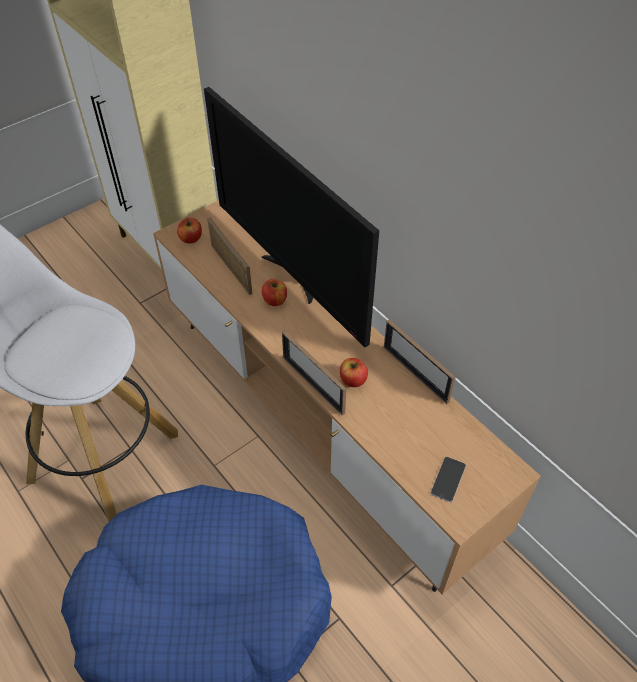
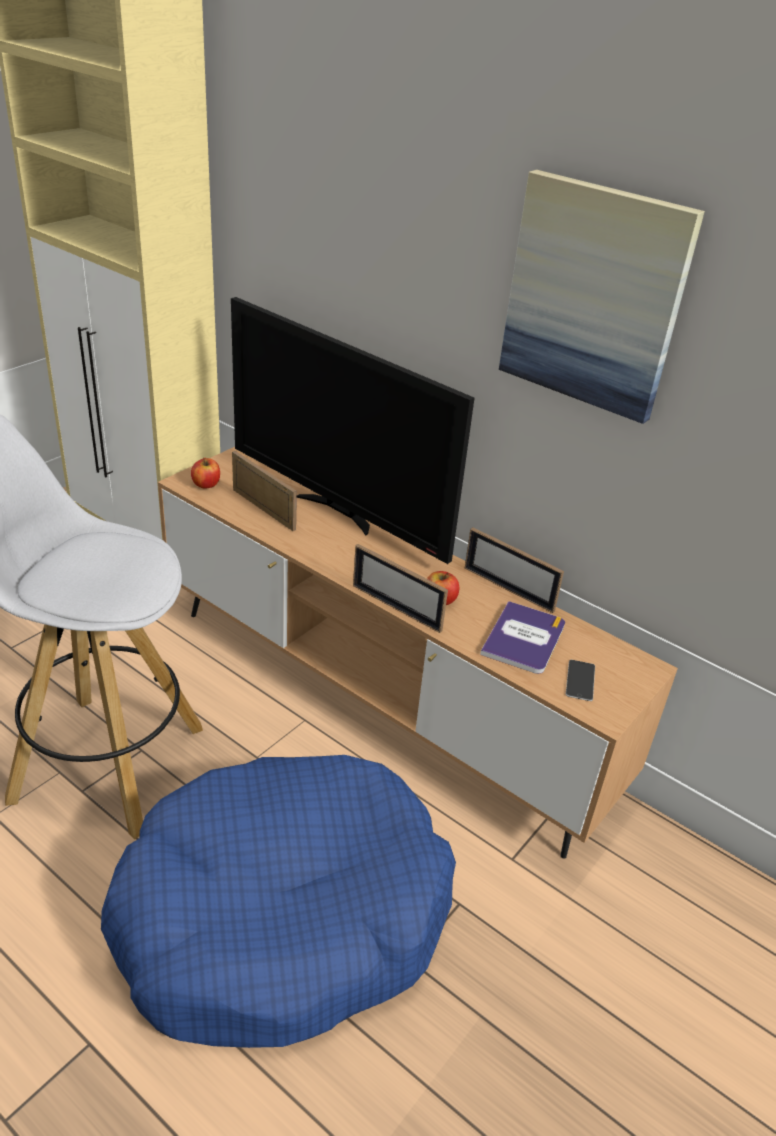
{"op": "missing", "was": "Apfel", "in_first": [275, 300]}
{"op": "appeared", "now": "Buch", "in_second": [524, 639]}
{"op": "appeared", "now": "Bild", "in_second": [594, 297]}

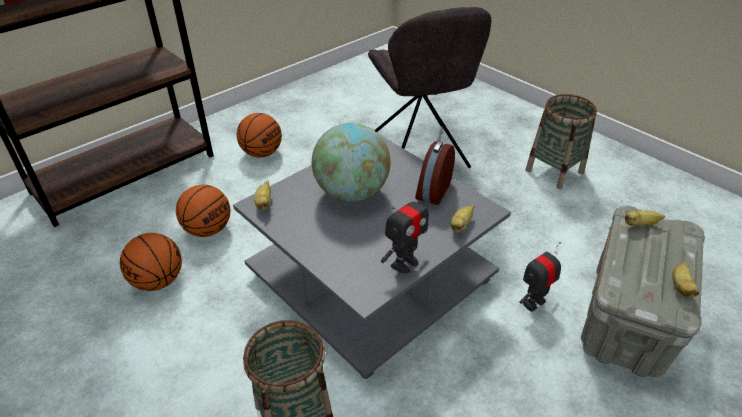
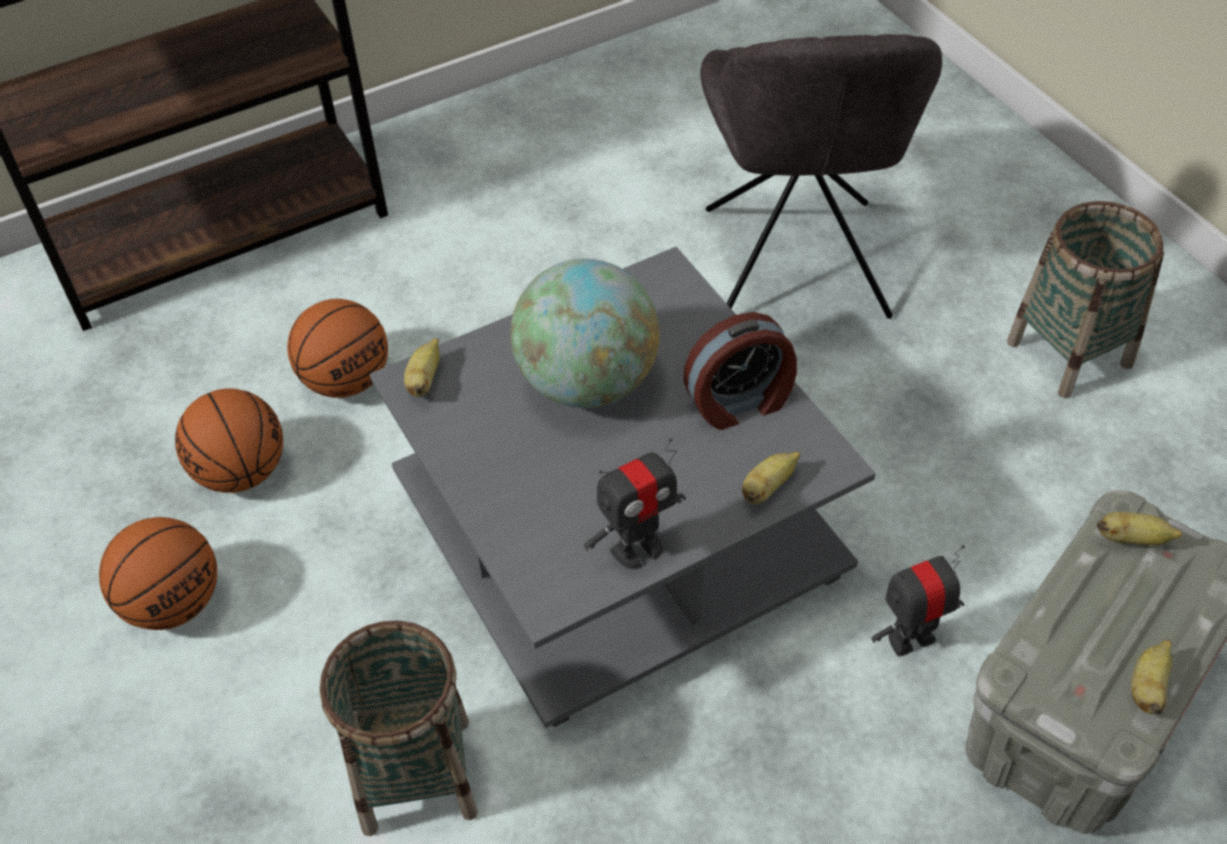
{"op": "relocated", "was": "Basketball", "in_first": [261, 153], "in_second": [173, 603]}
{"op": "spun", "was": "Wecker", "in_first": [432, 191], "in_second": [740, 403], "clockwise": -150}

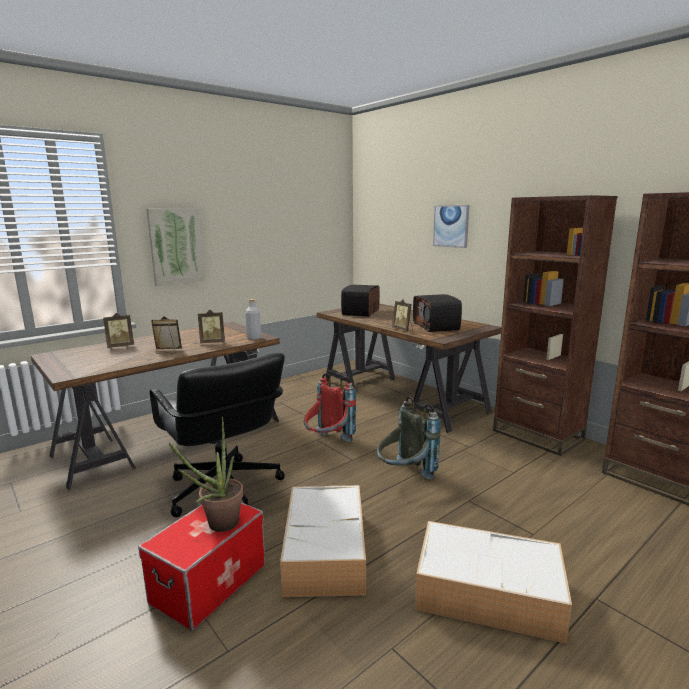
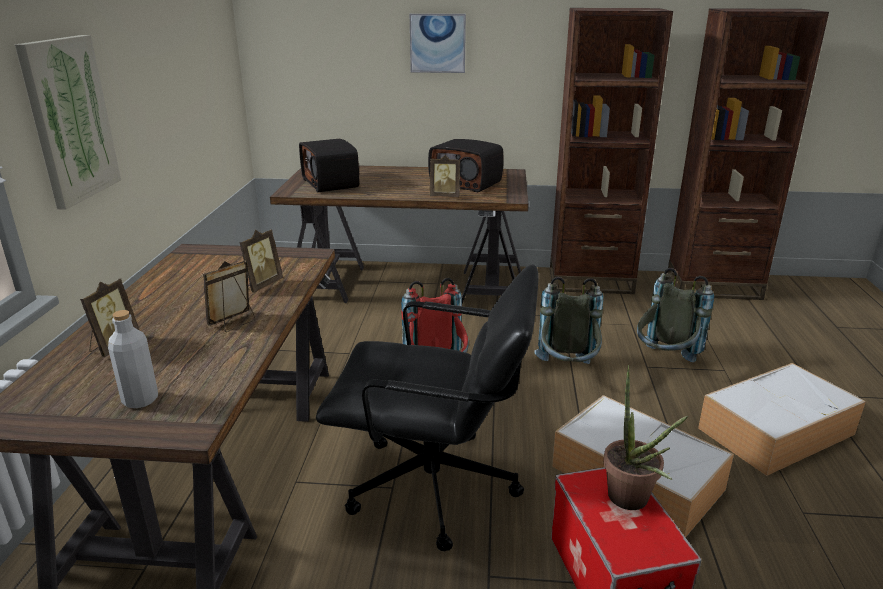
{"op": "relocated", "was": "Flasche (grau)", "in_first": [254, 338], "in_second": [140, 400]}
{"op": "appeared", "now": "Rucksack (grau)", "in_second": [664, 362]}

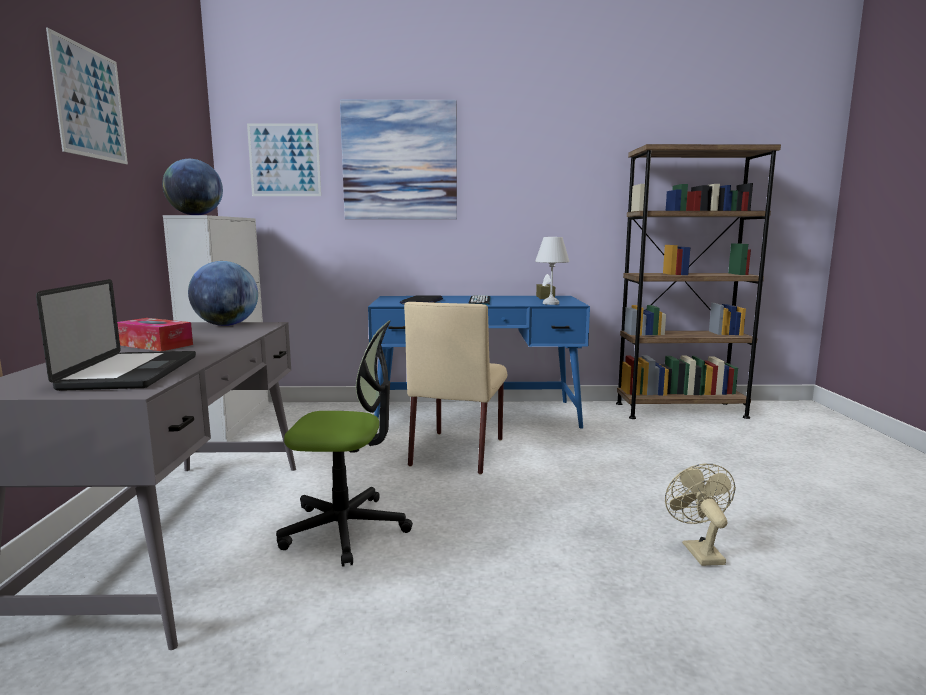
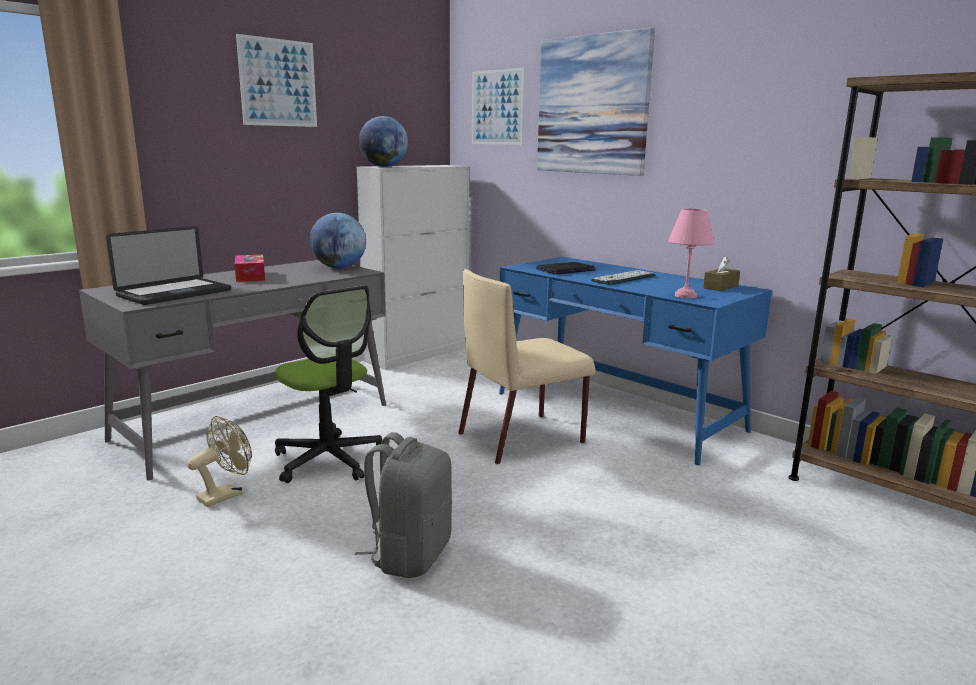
{"op": "colour", "was": "Tischlampe (weiß)", "now": "Tischlampe (rosa)", "in_first": [550, 303], "in_second": [685, 295]}
{"op": "relocated", "was": "Ventilator (beige)", "in_first": [698, 550], "in_second": [226, 494]}
{"op": "appeared", "now": "Rucksack (grau)", "in_second": [410, 555]}

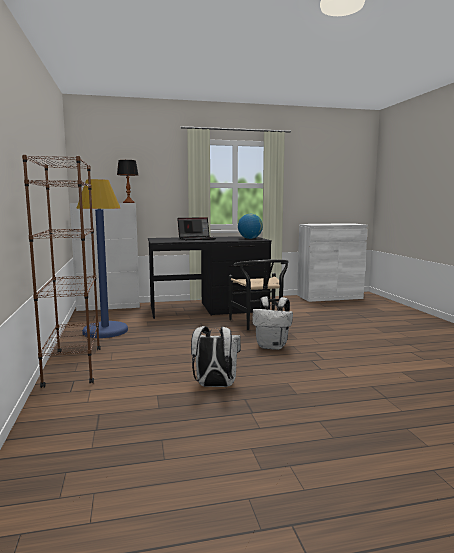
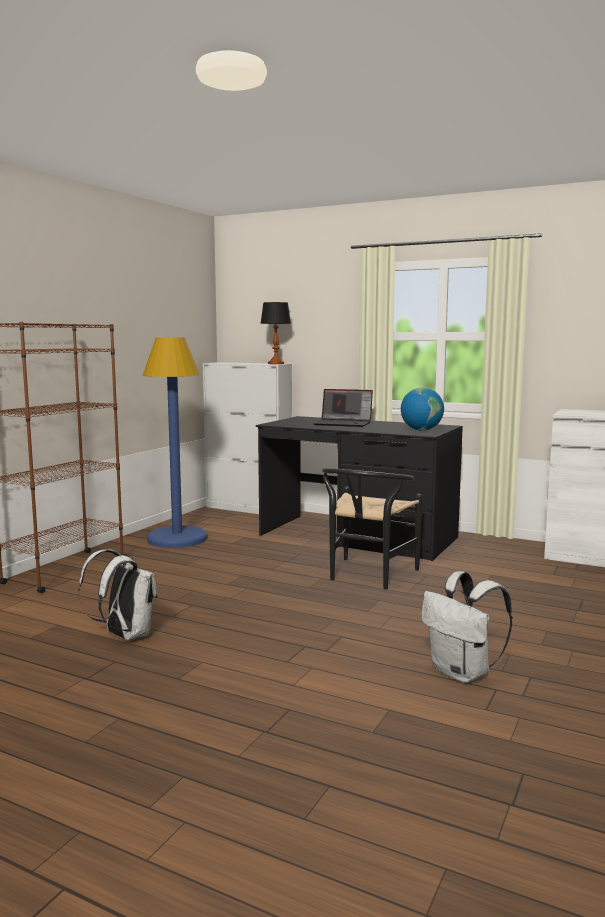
{"op": "relocated", "was": "Rucksack (weiß)", "in_first": [272, 346], "in_second": [463, 673]}

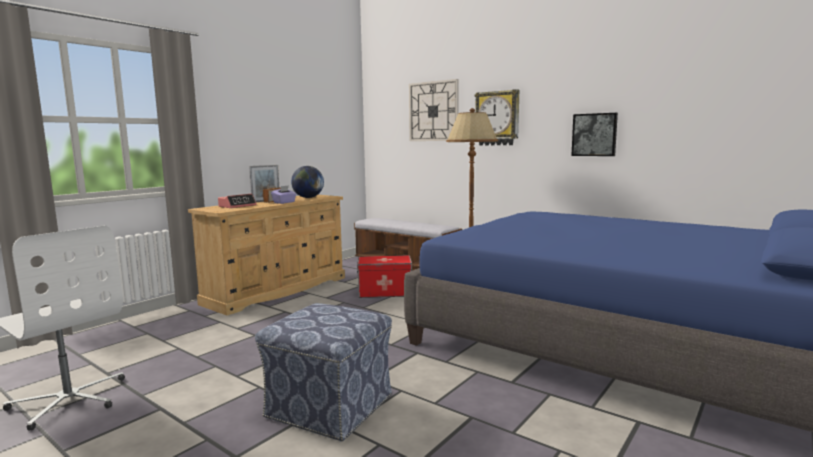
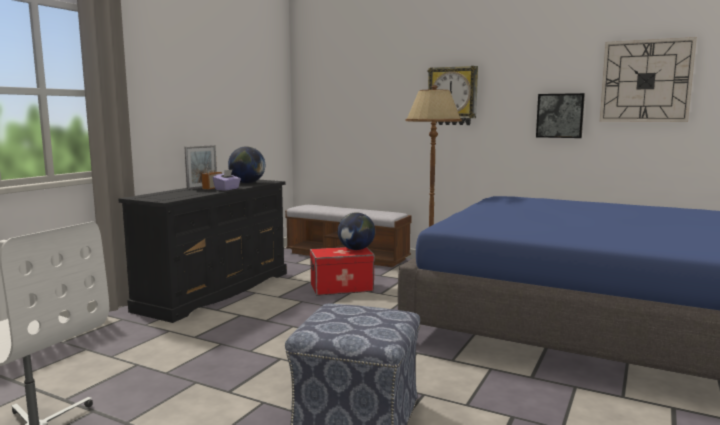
{"op": "colour", "was": "Kommode (beige)", "now": "Kommode (schwarz)", "in_first": [278, 290], "in_second": [216, 290]}
{"op": "missing", "was": "Wecker", "in_first": [237, 206]}
{"op": "relocated", "was": "Wanduhr", "in_first": [433, 111], "in_second": [645, 81]}
{"op": "appeared", "now": "Globus", "in_second": [356, 249]}

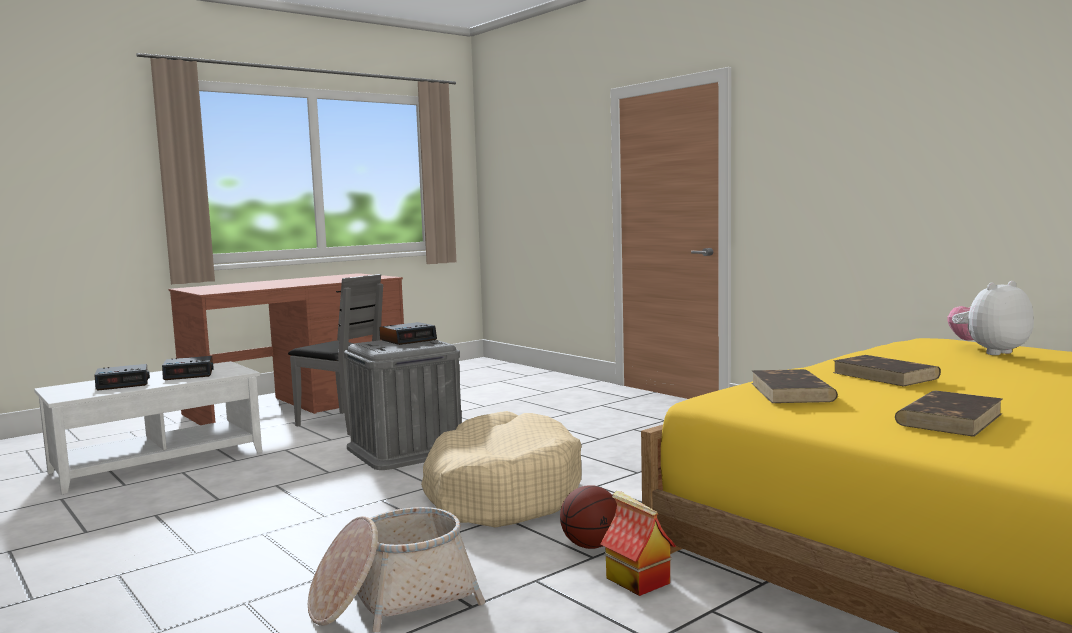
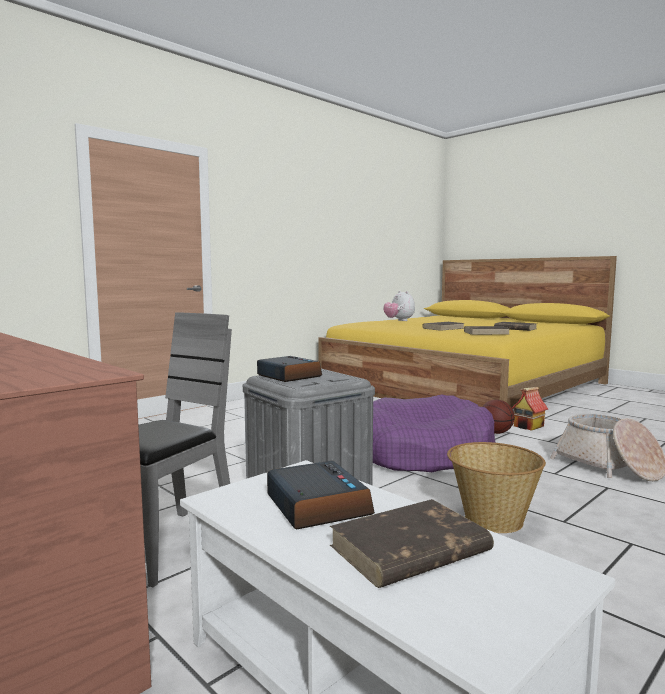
{"op": "exchanged", "was": "Wecker", "now": "Buch (braun)", "in_first": [123, 383], "in_second": [409, 550]}
{"op": "colour", "was": "Hundebett (beige)", "now": "Hundebett (lila)", "in_first": [502, 493], "in_second": [422, 452]}
{"op": "appeared", "now": "Korb", "in_second": [492, 519]}

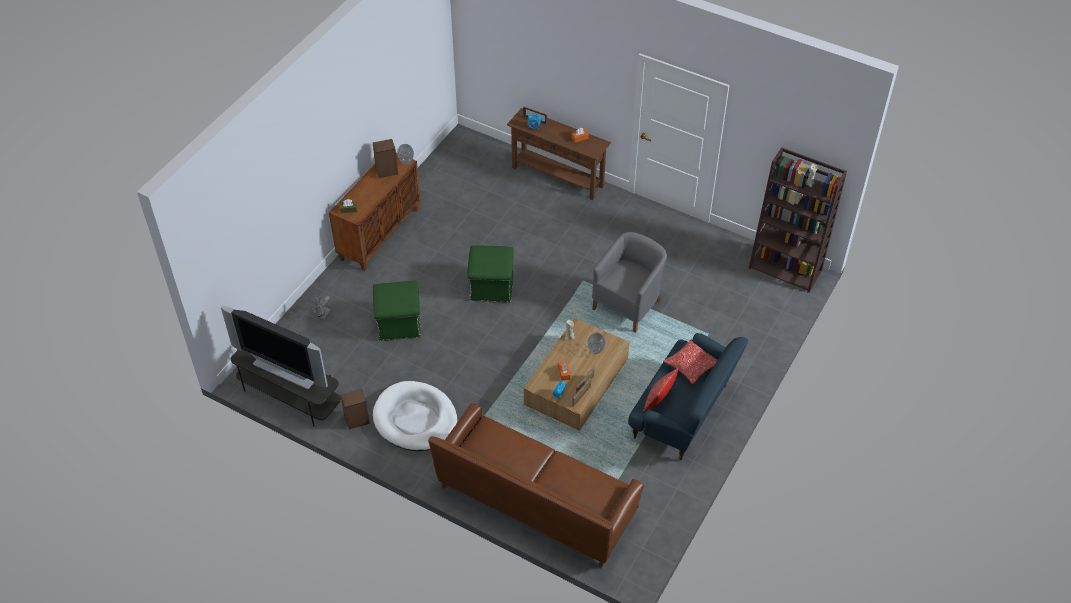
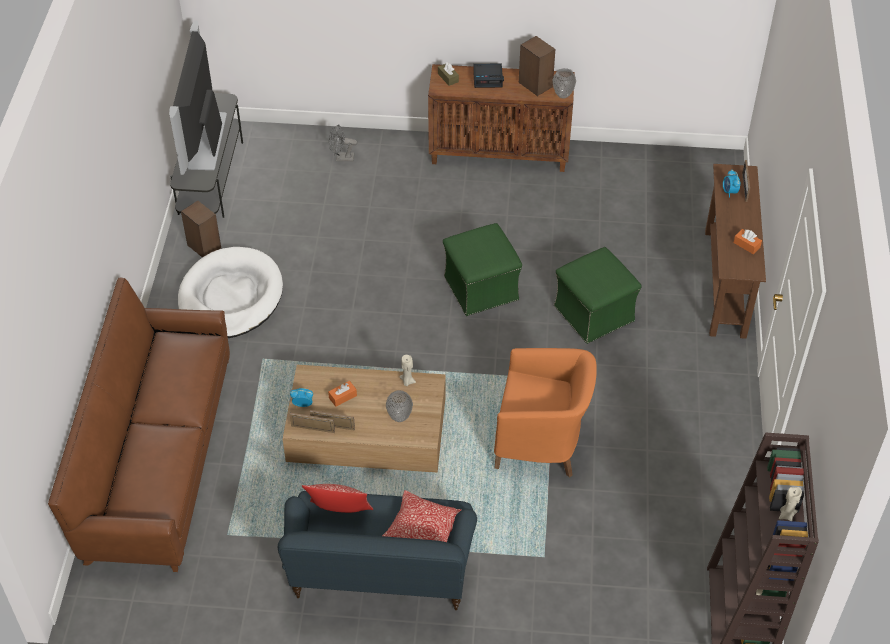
{"op": "relocated", "was": "Polsterhocker (grün)", "in_first": [399, 323], "in_second": [594, 314]}
{"op": "colour", "was": "Sessel (grau)", "now": "Sessel (orange)", "in_first": [628, 304], "in_second": [541, 443]}
{"op": "appeared", "now": "Wecker", "in_second": [488, 78]}

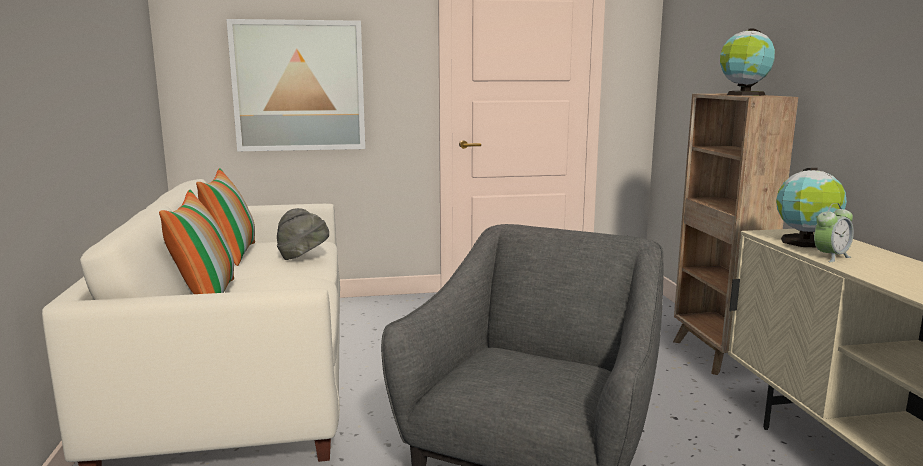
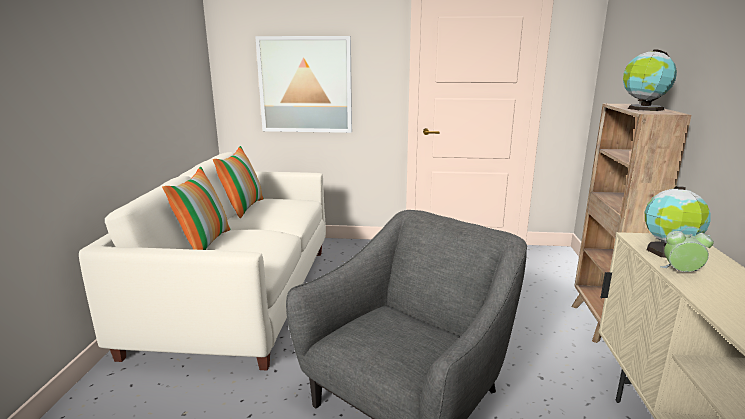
{"op": "missing", "was": "Hut (grau)", "in_first": [303, 257]}
{"op": "spun", "was": "Wecker", "in_first": [830, 257], "in_second": [681, 272], "clockwise": -150}

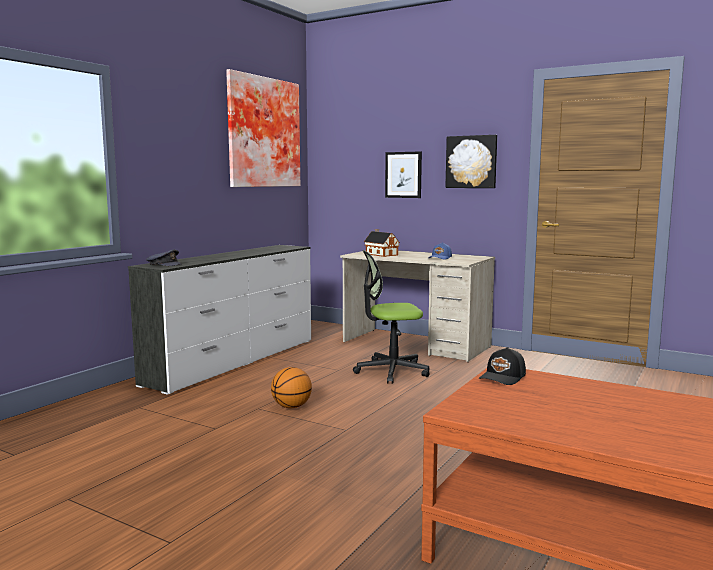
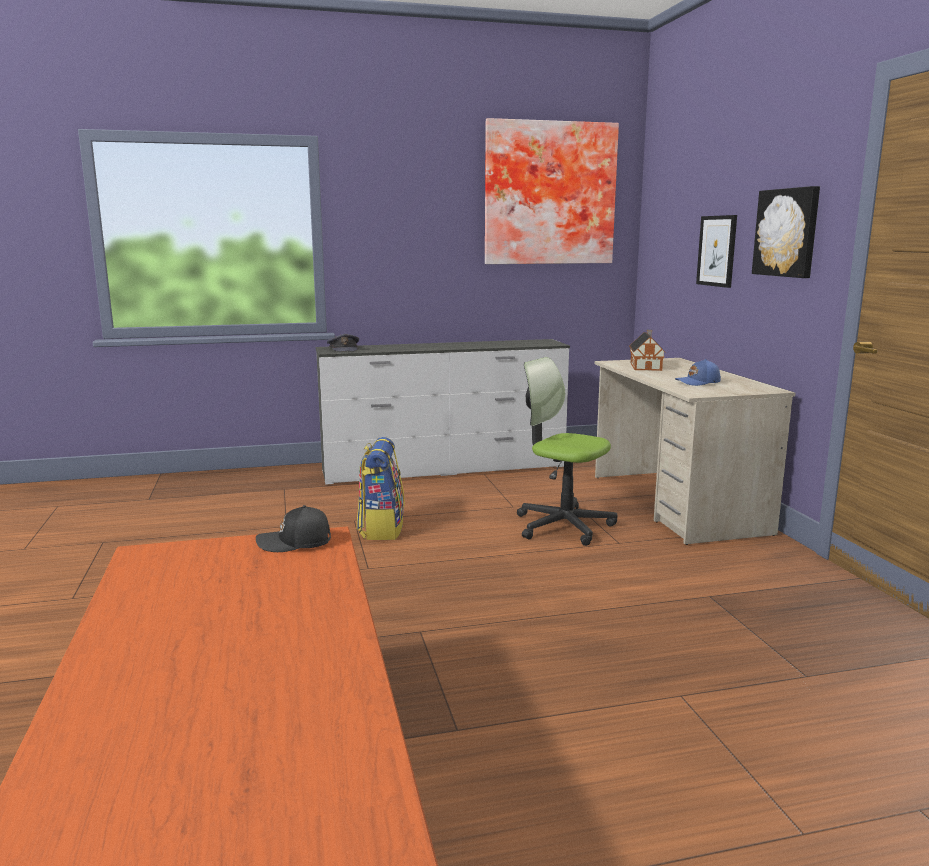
{"op": "exchanged", "was": "Basketball", "now": "Rucksack", "in_first": [291, 407], "in_second": [381, 529]}

